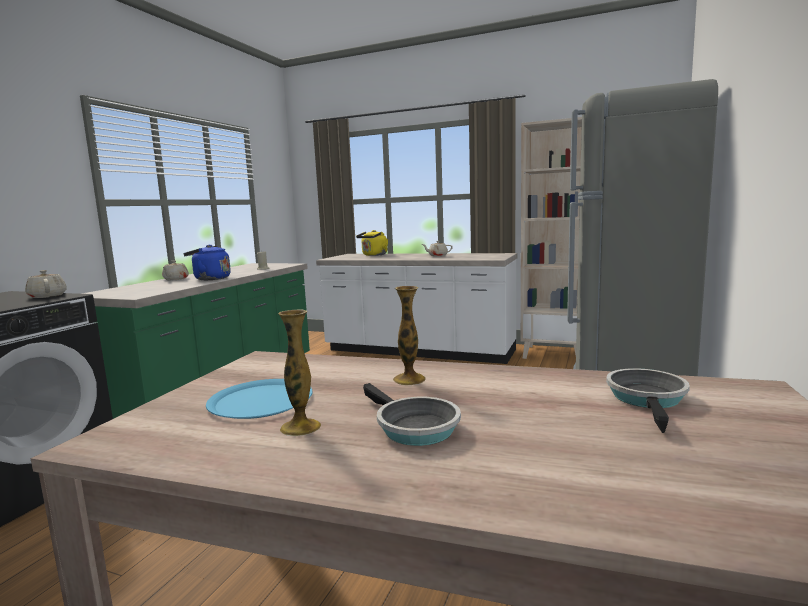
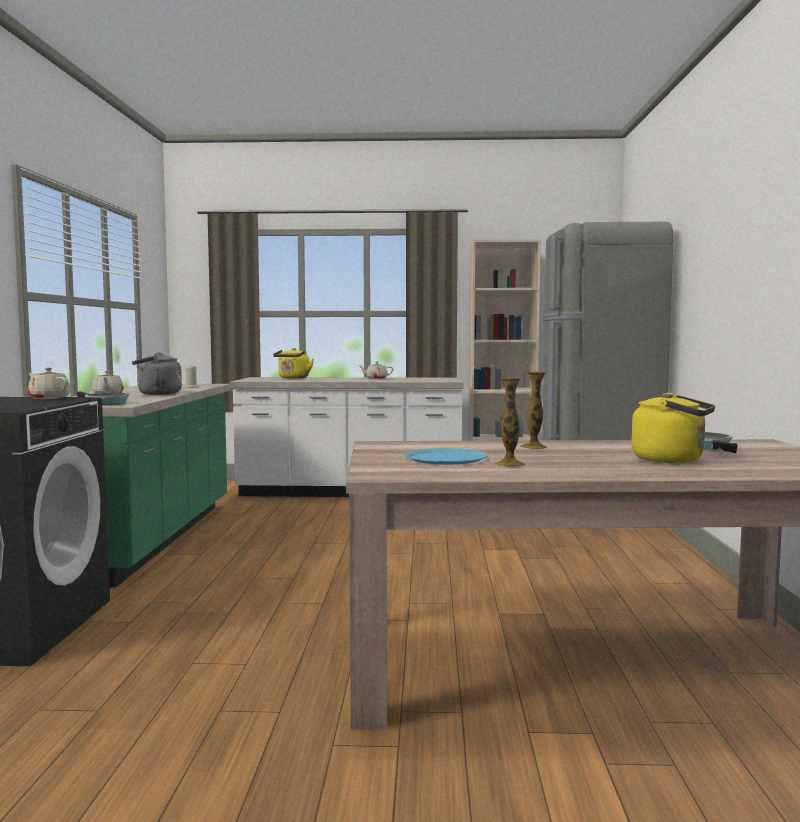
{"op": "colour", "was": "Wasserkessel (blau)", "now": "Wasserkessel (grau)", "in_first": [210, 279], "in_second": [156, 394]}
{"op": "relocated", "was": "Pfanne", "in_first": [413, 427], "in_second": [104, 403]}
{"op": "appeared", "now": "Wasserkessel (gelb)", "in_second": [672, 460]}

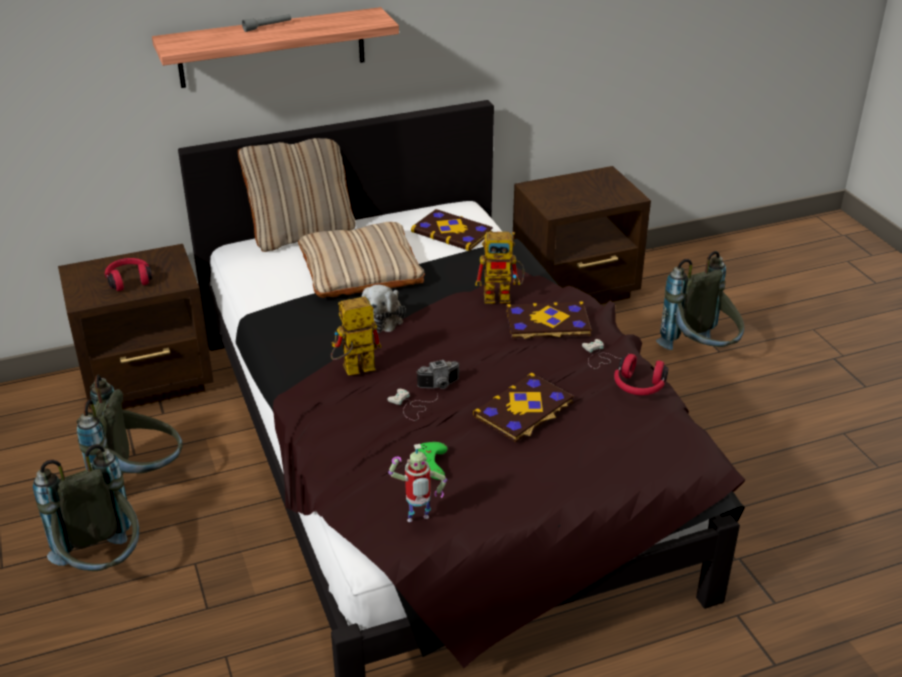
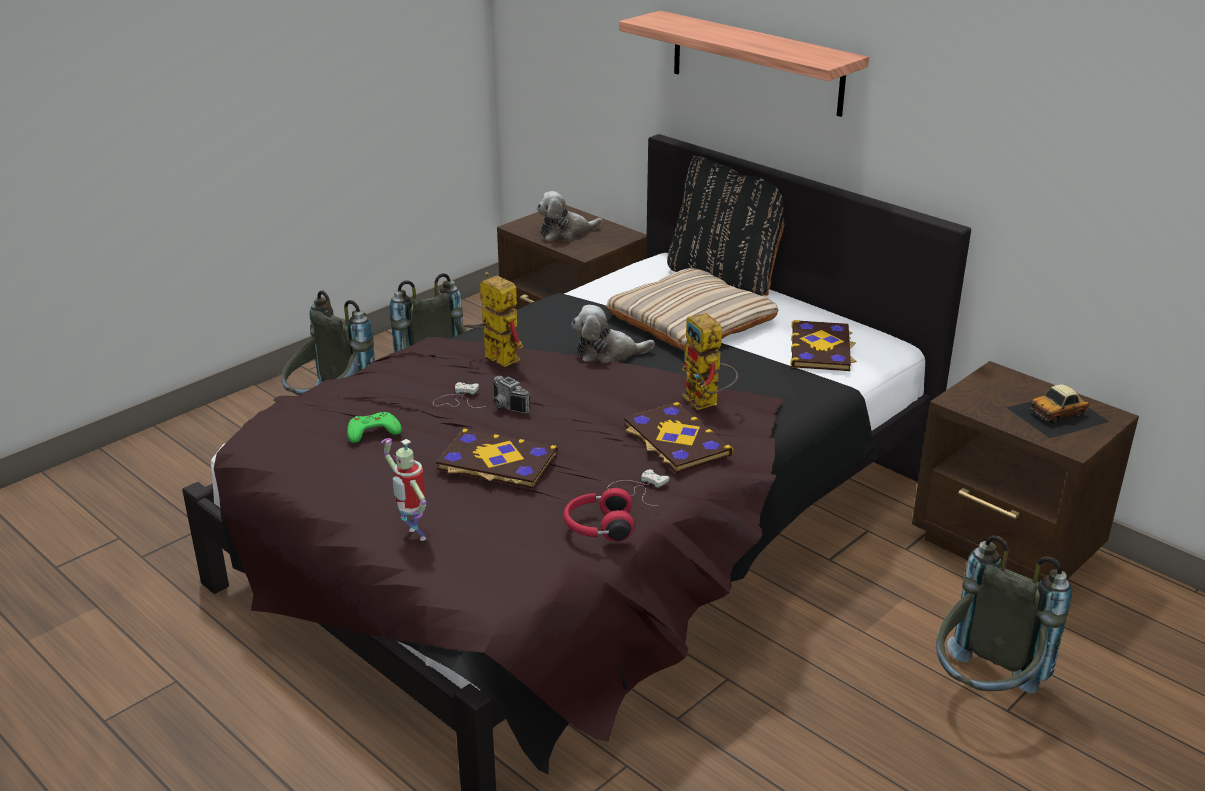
{"op": "exchanged", "was": "Kopfhörer (rot)", "now": "Plüschtier", "in_first": [129, 280], "in_second": [565, 233]}
{"op": "colour", "was": "Kissen (beige)", "now": "Kissen (schwarz)", "in_first": [302, 233], "in_second": [726, 277]}
{"op": "missing", "was": "Taschenlampe (grau)", "in_first": [267, 27]}
{"op": "relocated", "was": "Spielzeugroboter", "in_first": [418, 521], "in_second": [413, 535]}
{"op": "appeared", "now": "Spielzeugauto", "in_second": [1058, 414]}

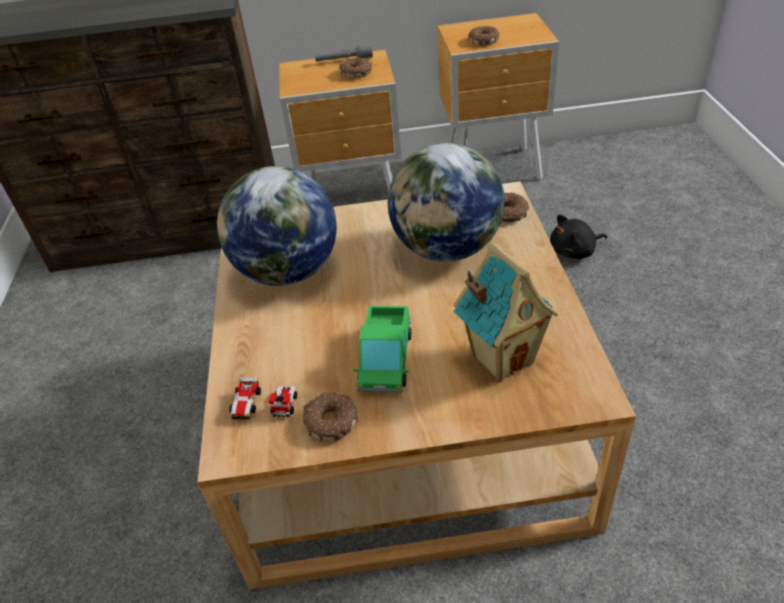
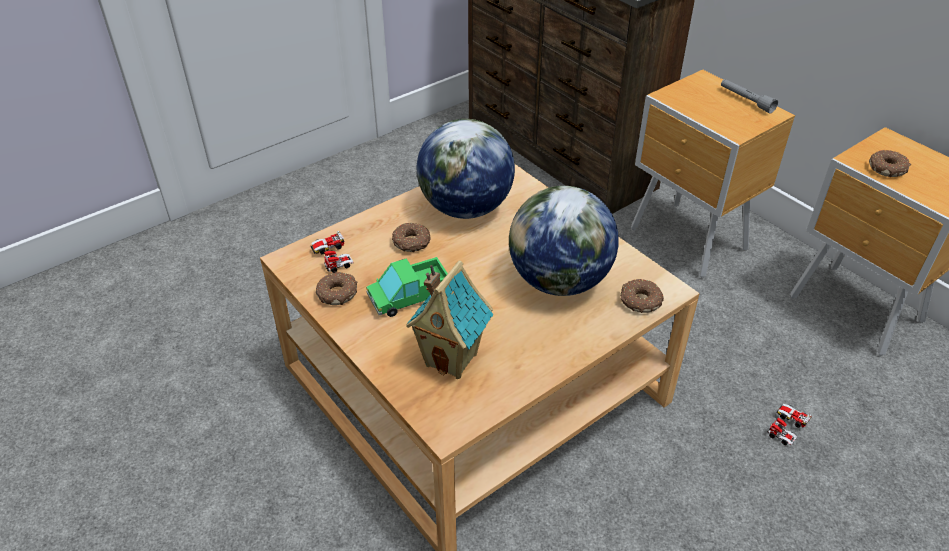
{"op": "relocated", "was": "Donut", "in_first": [356, 73], "in_second": [412, 243]}
{"op": "exchanged", "was": "Plüschtier (schwarz)", "now": "Spielzeugauto", "in_first": [575, 251], "in_second": [785, 427]}

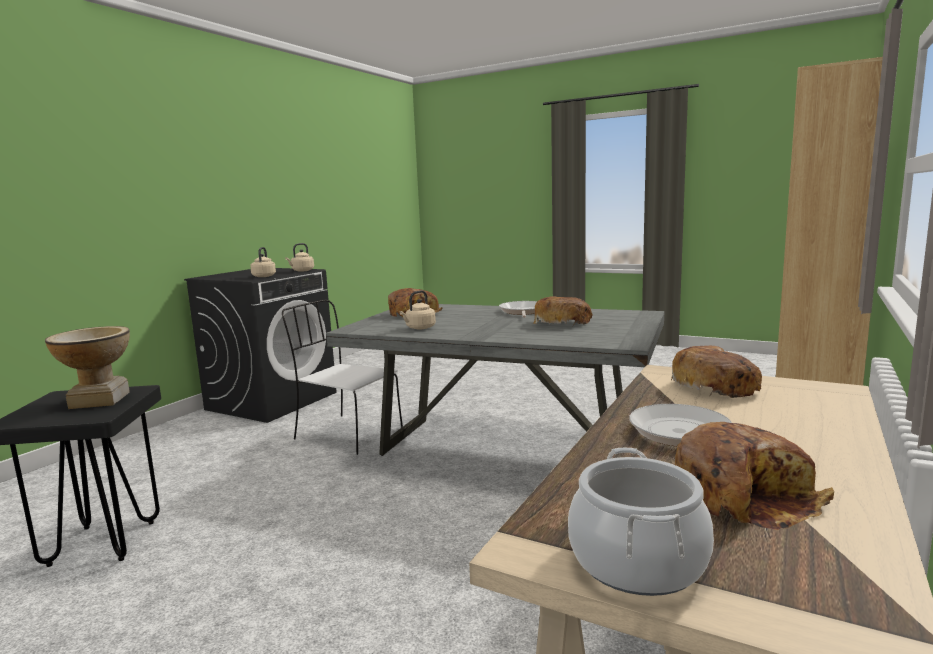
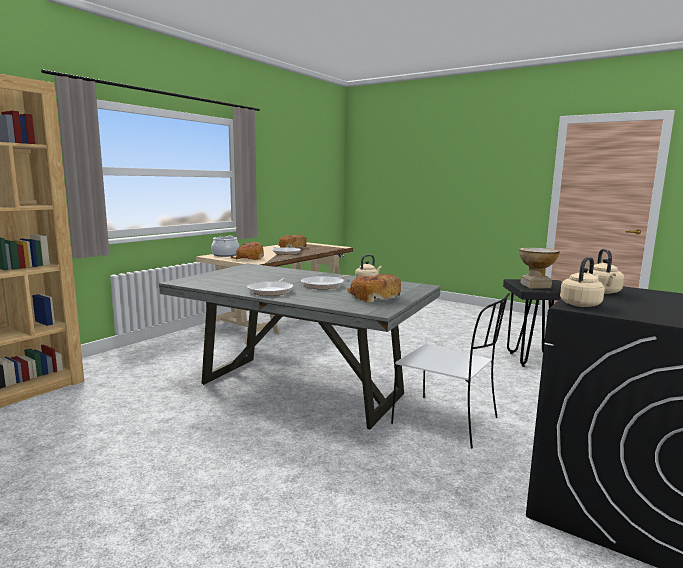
{"op": "missing", "was": "Brot", "in_first": [561, 322]}
{"op": "relocated", "was": "Kochtopf", "in_first": [638, 561], "in_second": [225, 255]}
{"op": "appeared", "now": "Pfanne", "in_second": [324, 285]}

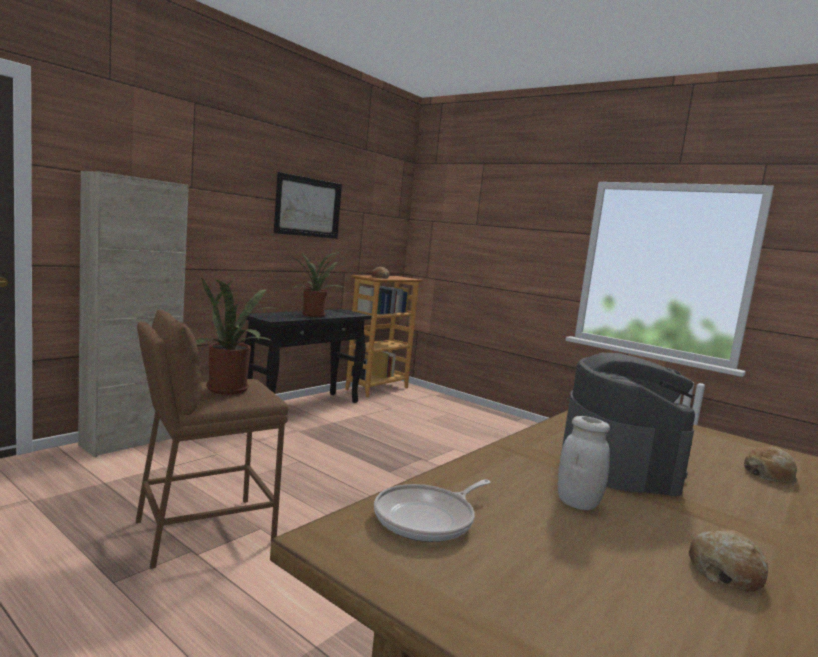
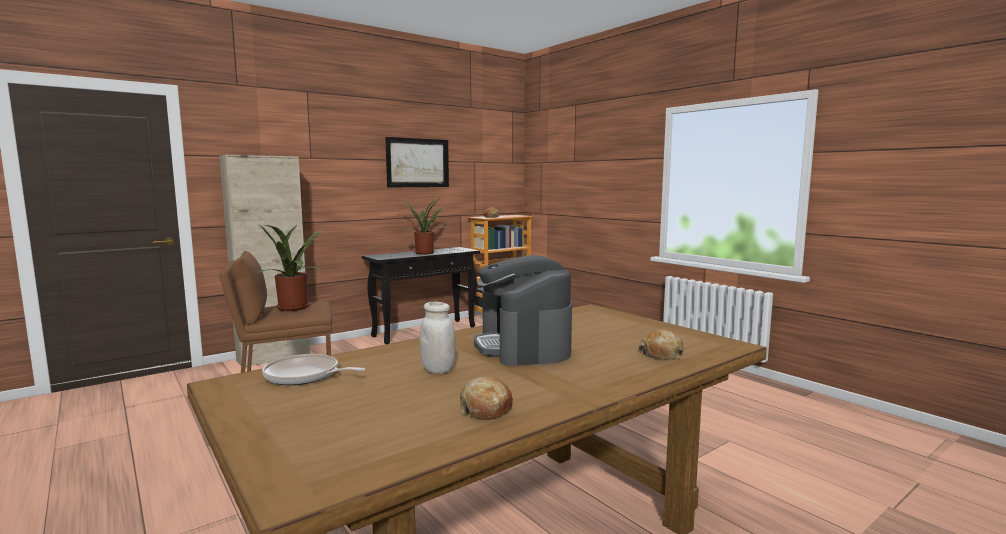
{"op": "spun", "was": "Pfanne", "in_first": [428, 519], "in_second": [305, 376], "clockwise": 45}
{"op": "spun", "was": "Kaffeemaschine", "in_first": [618, 463], "in_second": [523, 346], "clockwise": 150}

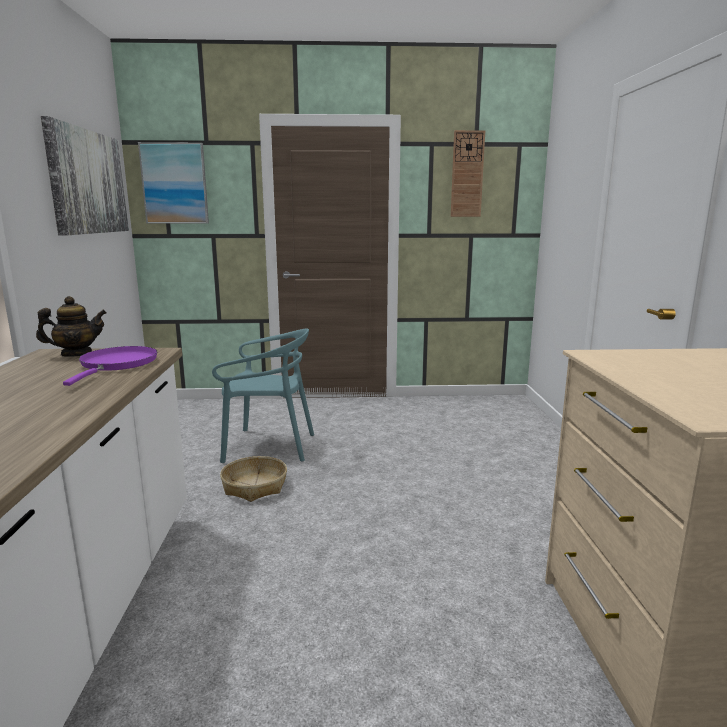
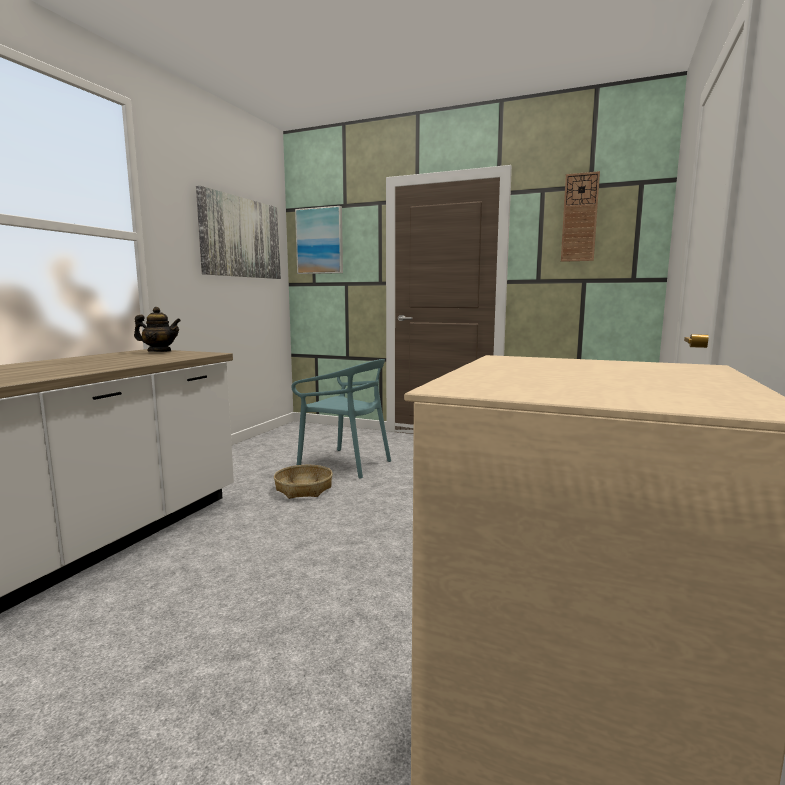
{"op": "missing", "was": "Pfanne (lila)", "in_first": [117, 364]}

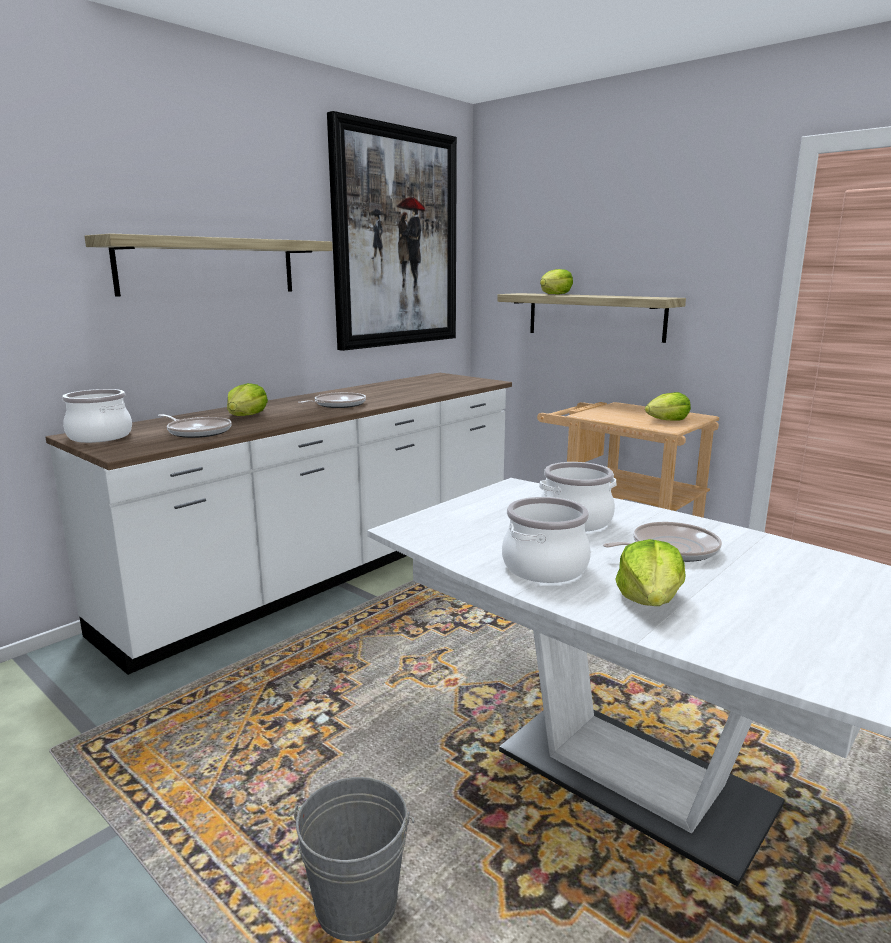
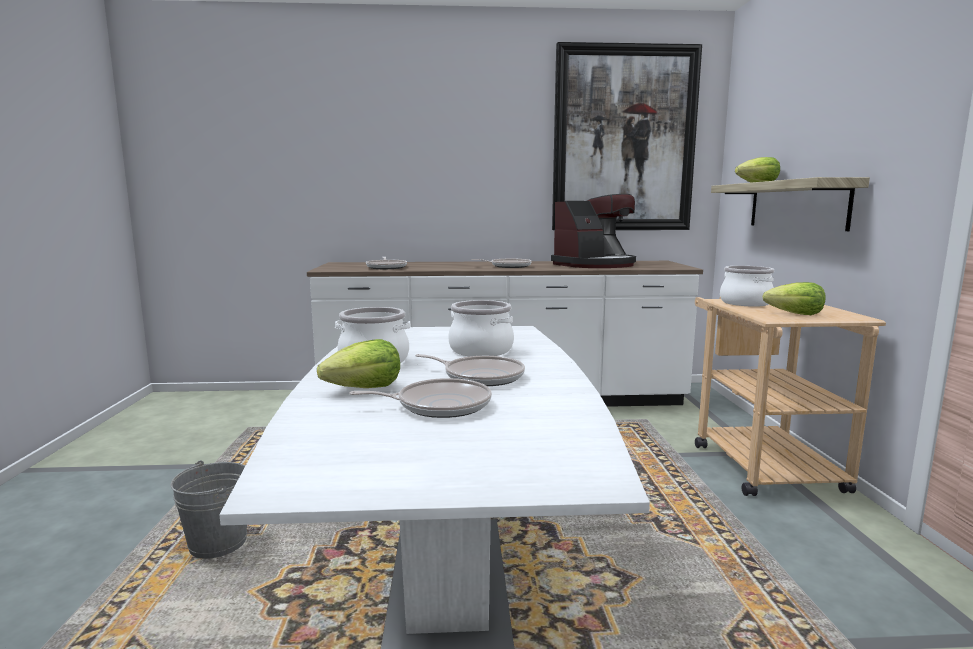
{"op": "relocated", "was": "Kochtopf", "in_first": [99, 437], "in_second": [745, 303]}
{"op": "missing", "was": "Wandregal", "in_first": [209, 266]}
{"op": "missing", "was": "Salatkopf", "in_first": [246, 416]}
{"op": "appeared", "now": "Pfanne", "in_second": [439, 405]}
{"op": "appeared", "now": "Kaffeemaschine", "in_second": [595, 265]}

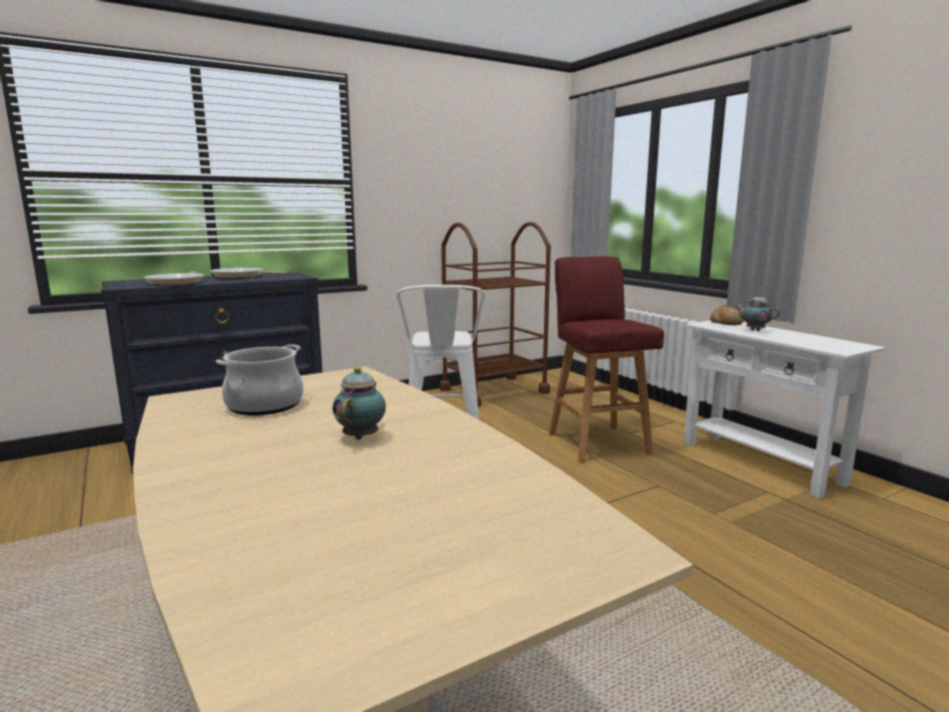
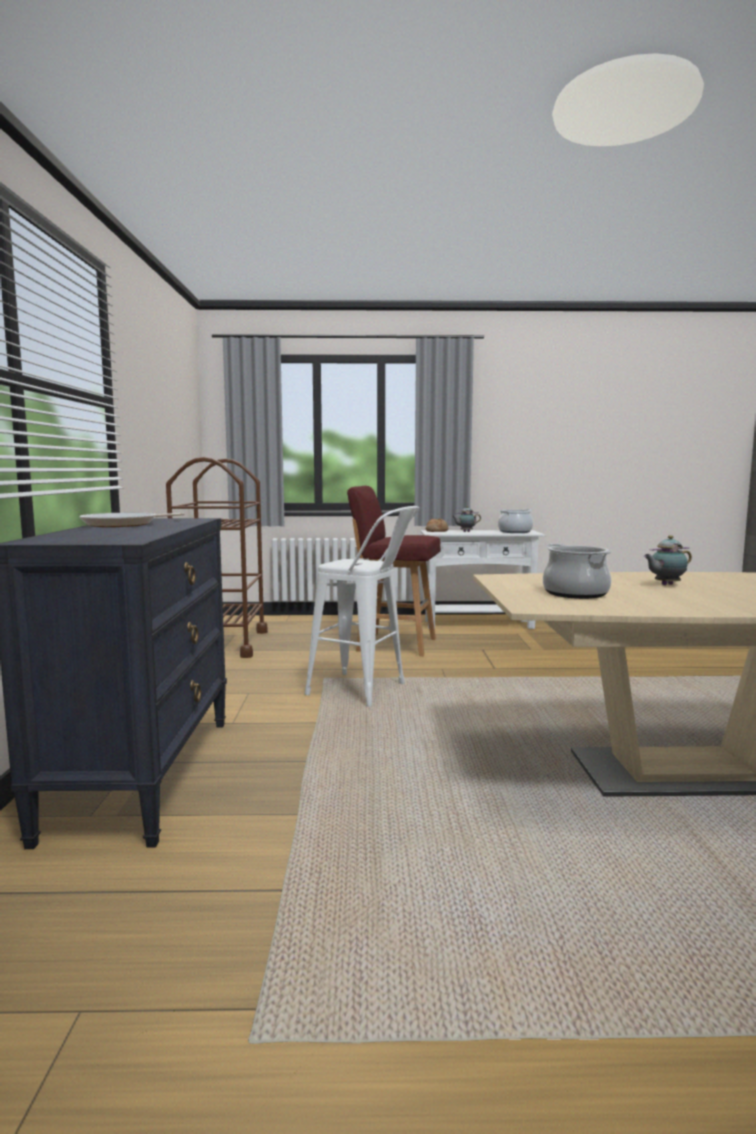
{"op": "missing", "was": "Pfanne", "in_first": [177, 282]}
{"op": "spun", "was": "Teekanne", "in_first": [362, 436], "in_second": [665, 585], "clockwise": -60}
{"op": "appeared", "now": "Kochtopf", "in_second": [514, 532]}

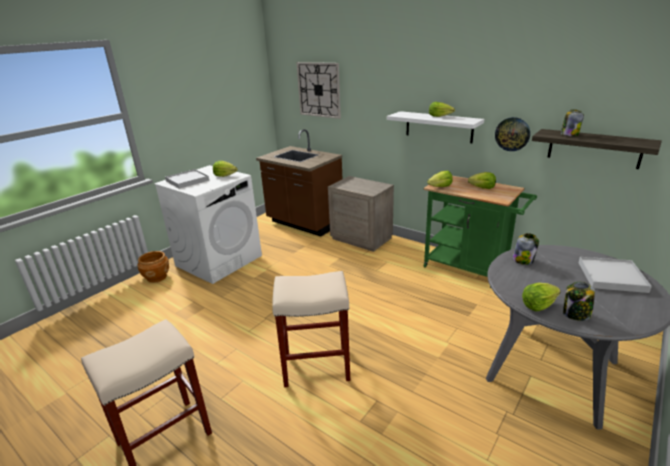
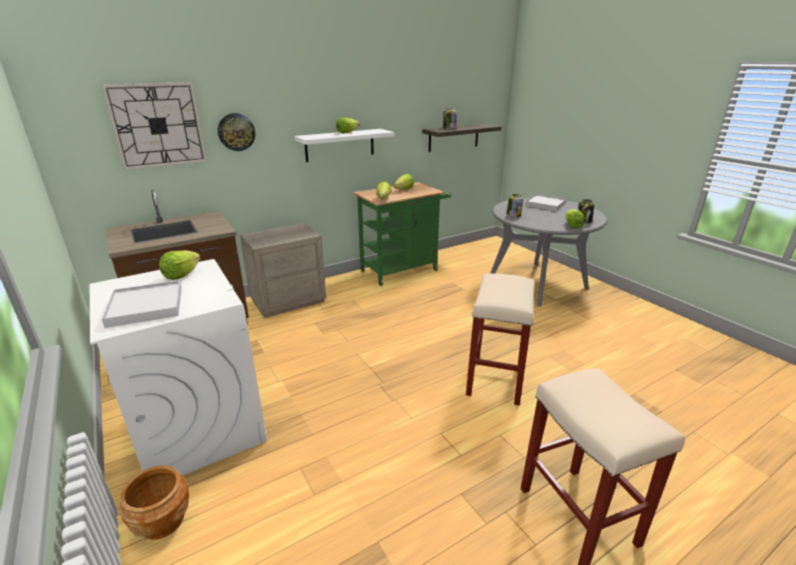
{"op": "relocated", "was": "Wanduhr", "in_first": [512, 134], "in_second": [236, 132]}

